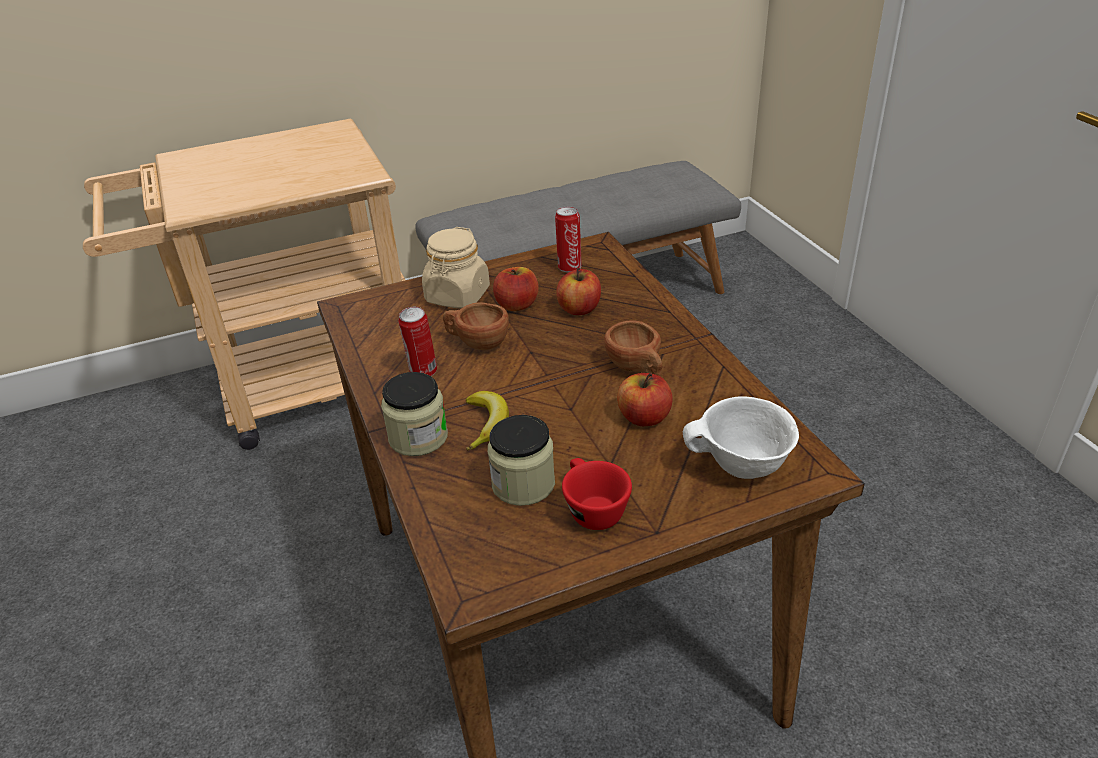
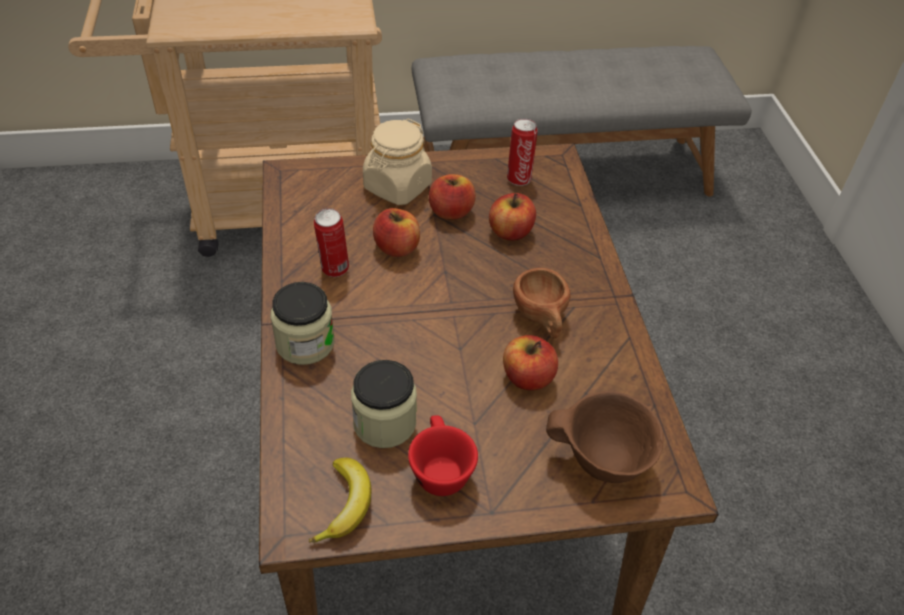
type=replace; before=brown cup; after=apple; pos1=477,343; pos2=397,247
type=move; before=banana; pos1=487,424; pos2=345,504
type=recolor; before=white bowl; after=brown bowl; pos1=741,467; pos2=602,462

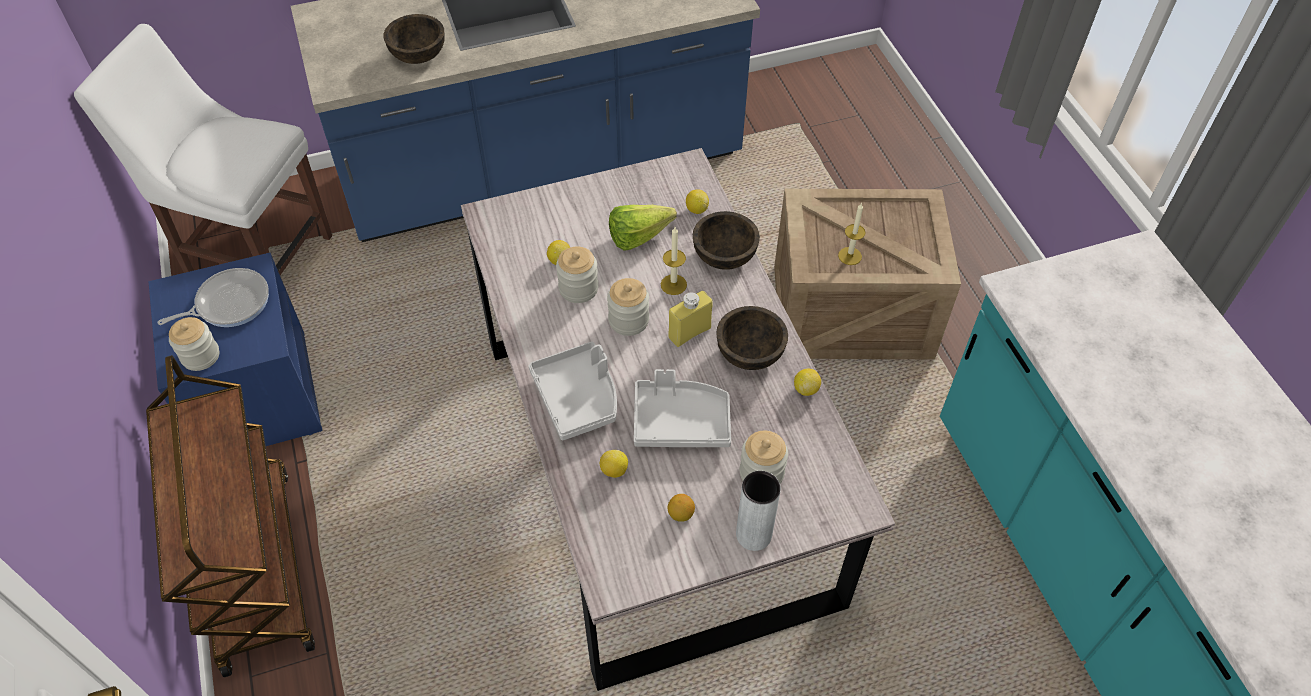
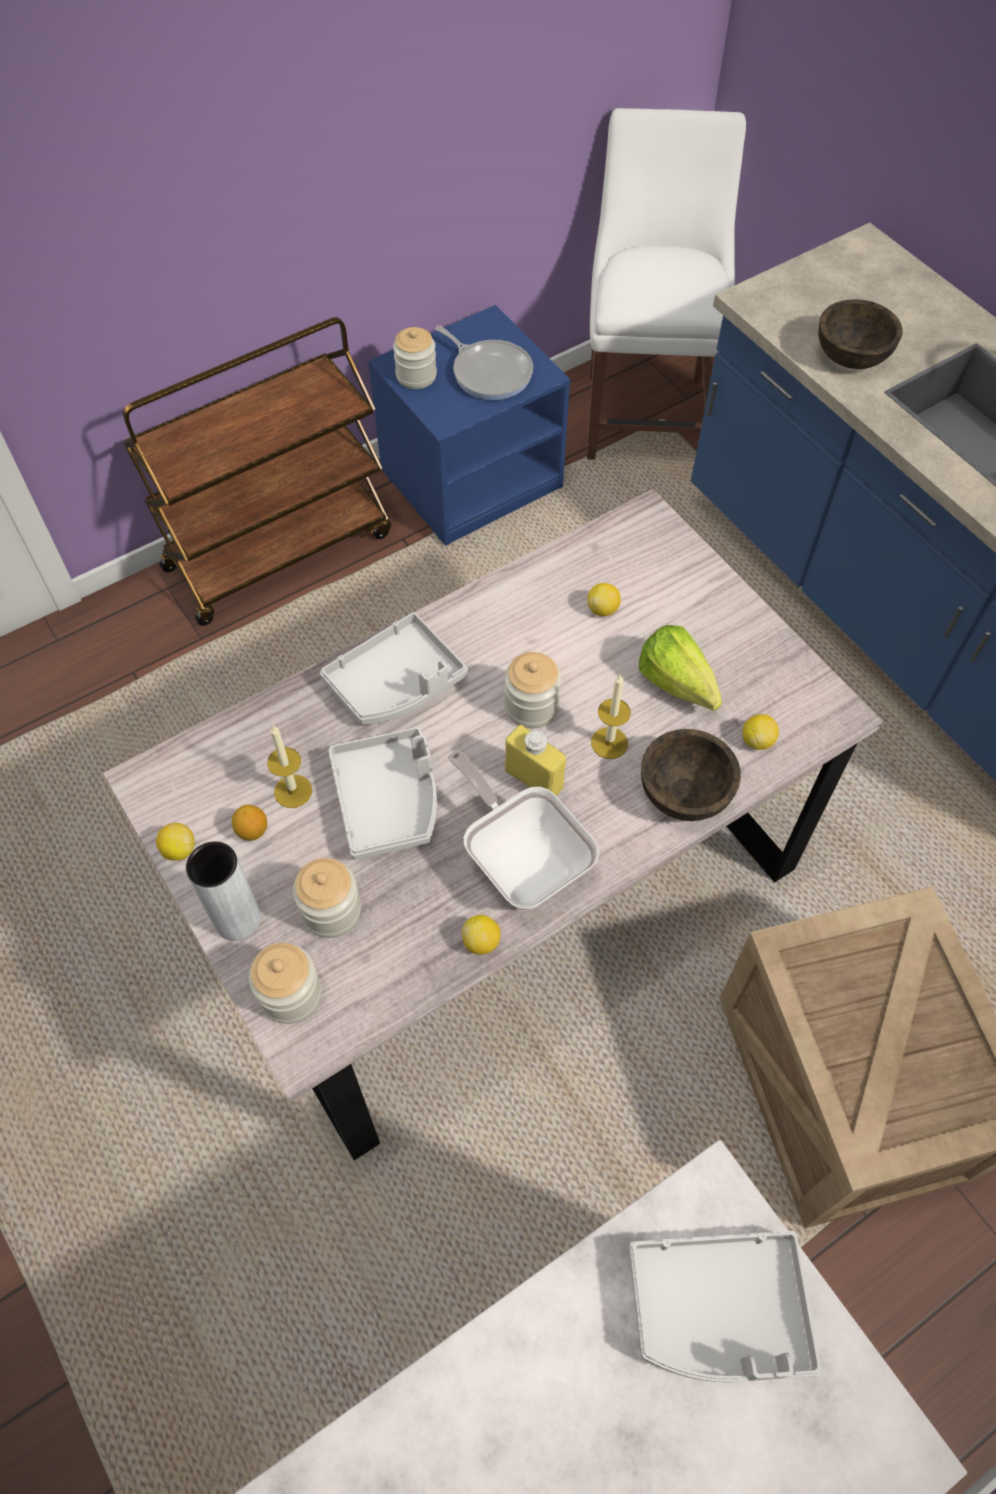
type=move; before=candle; pos1=849,256; pos2=293,791
type=move; before=jar; pos1=578,288; pos2=290,994
type=replace; before=brown bowl; after=frying pan; pos1=749,353; pos2=522,858
type=move; before=lemon; pos1=614,470; pos2=179,849
type=insert; after=grey tray; pos2=719,1310

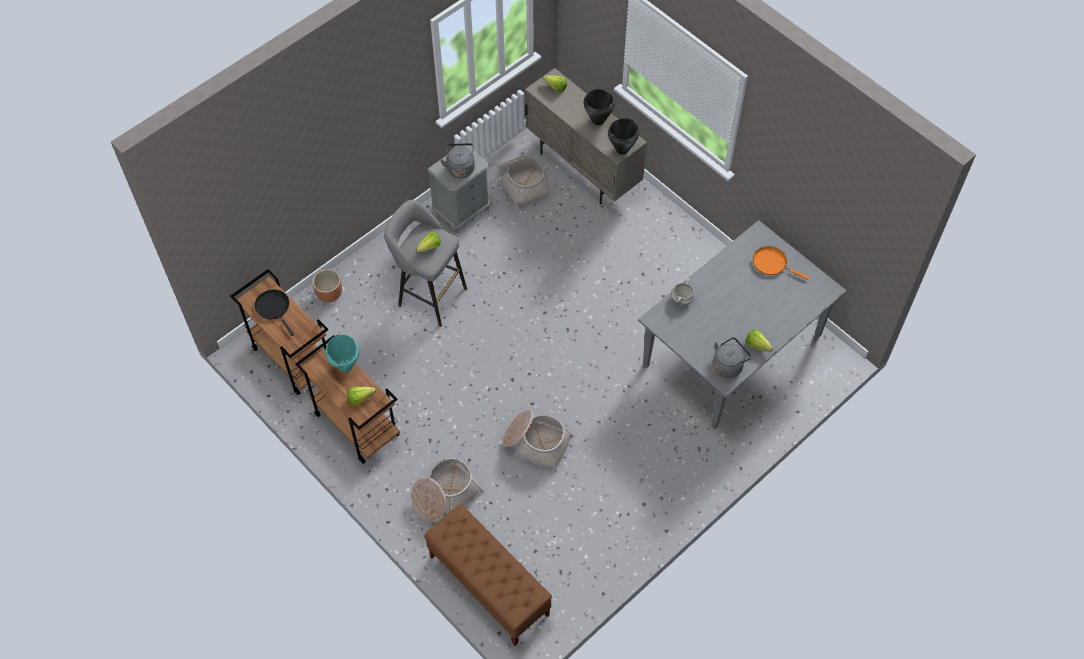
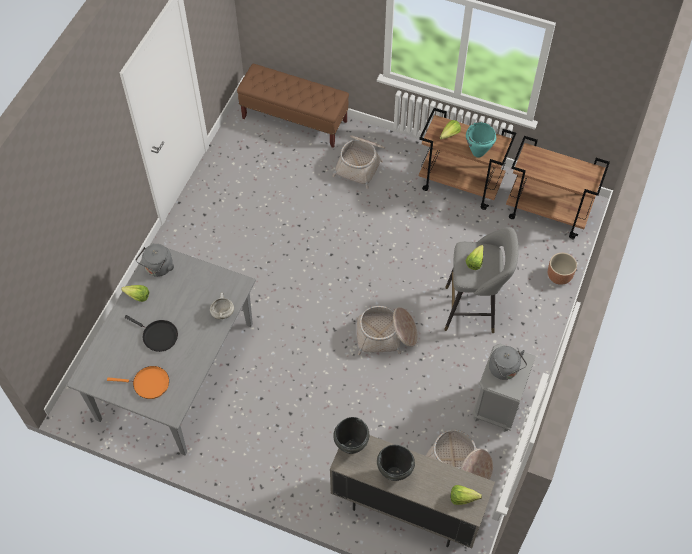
type=move; before=black frying pan; pos1=274,308; pos2=158,336
type=move; before=basket; pos1=536,443; pos2=386,335

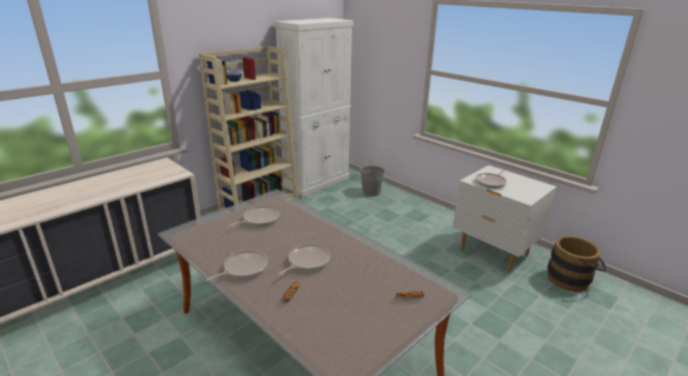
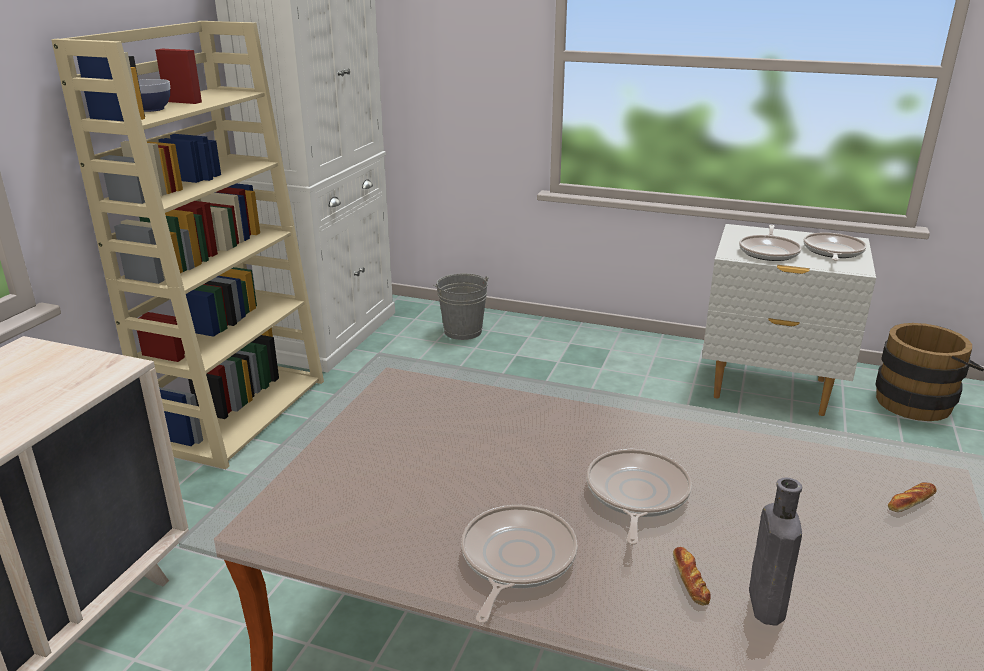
type=move; before=frying pan; pos1=259,219; pos2=832,251
type=insert; after=grey bottle; pos2=765,602

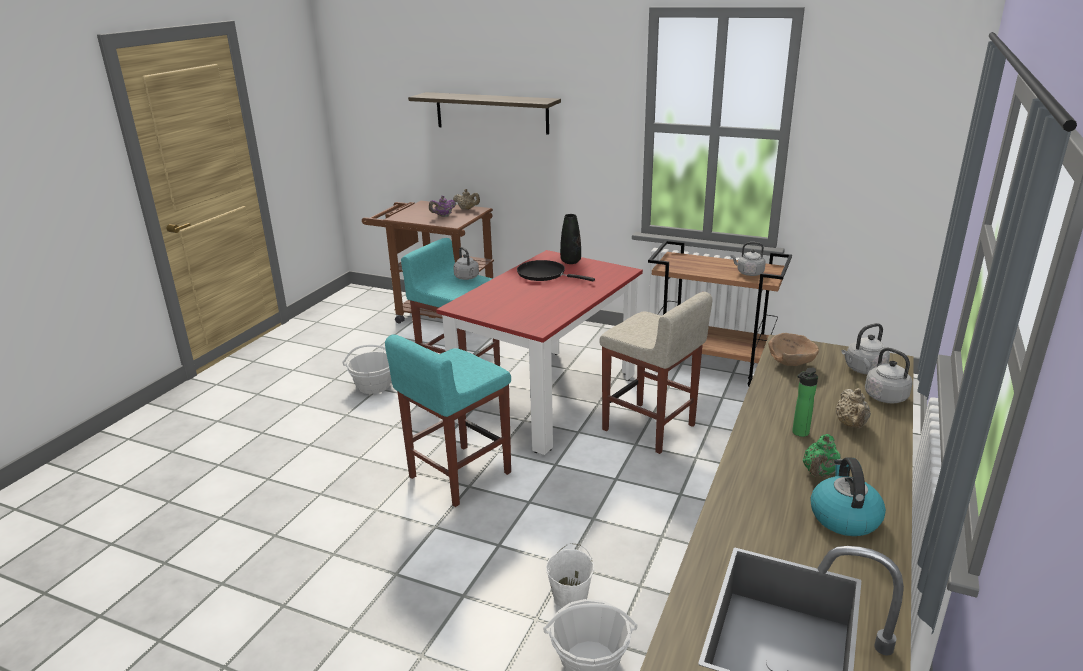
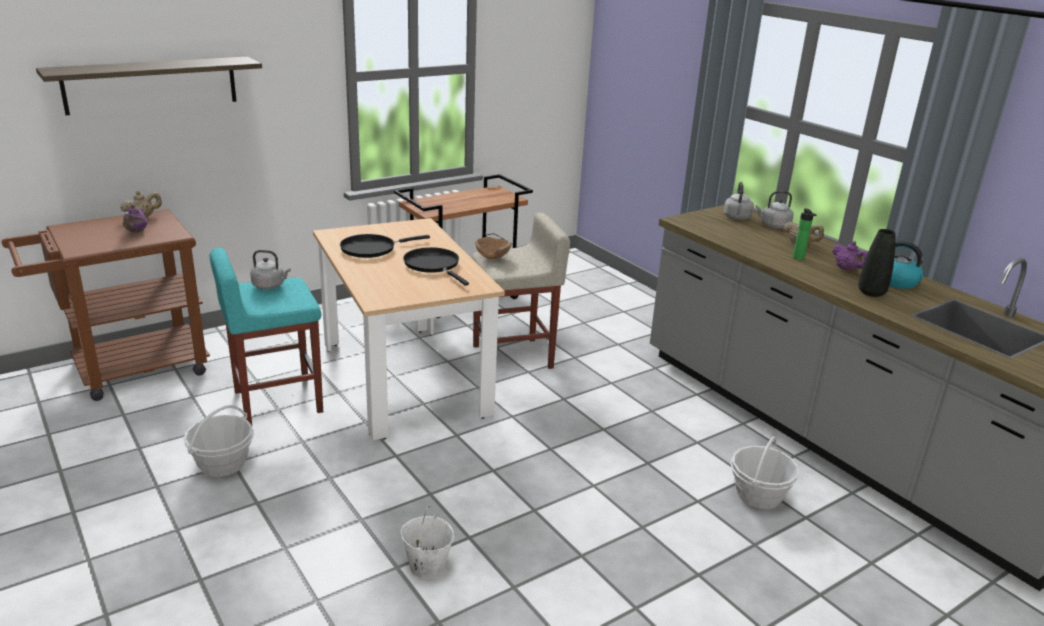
type=move; before=black vase; pos1=570,261; pos2=871,293
type=delete; before=grey kettle; pos1=748,273
type=recolor; before=red dining table; after=beige dining table; pos1=547,398; pos2=404,379
type=move; before=brown bowl; pos1=792,364; pos2=493,258
type=delete; before=turquoise stool; pos1=458,475
type=recolor; before=green teapot; after=purple teapot; pos1=819,473; pos2=847,270
type=move; before=white bucket; pos1=570,598; pos2=427,566
type=insert; after=black frying pan; pos2=433,265

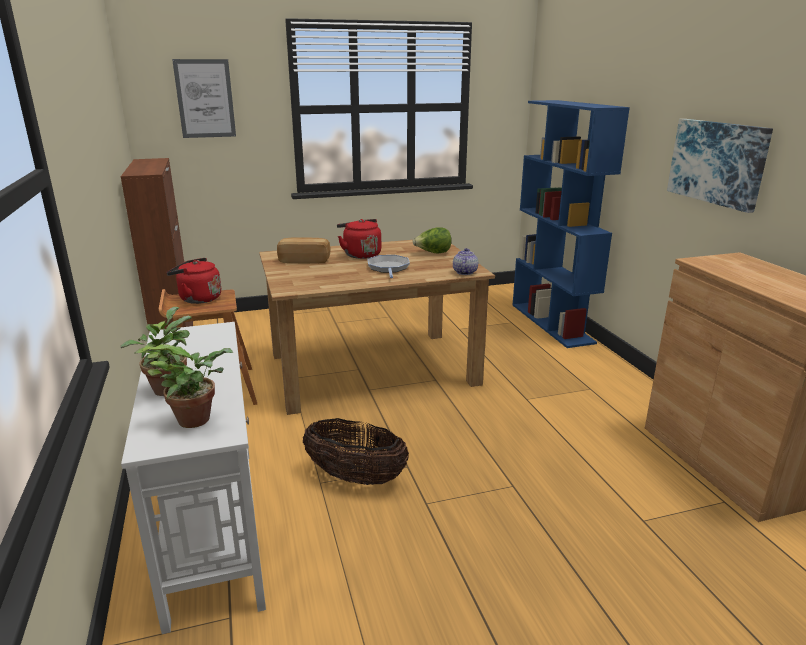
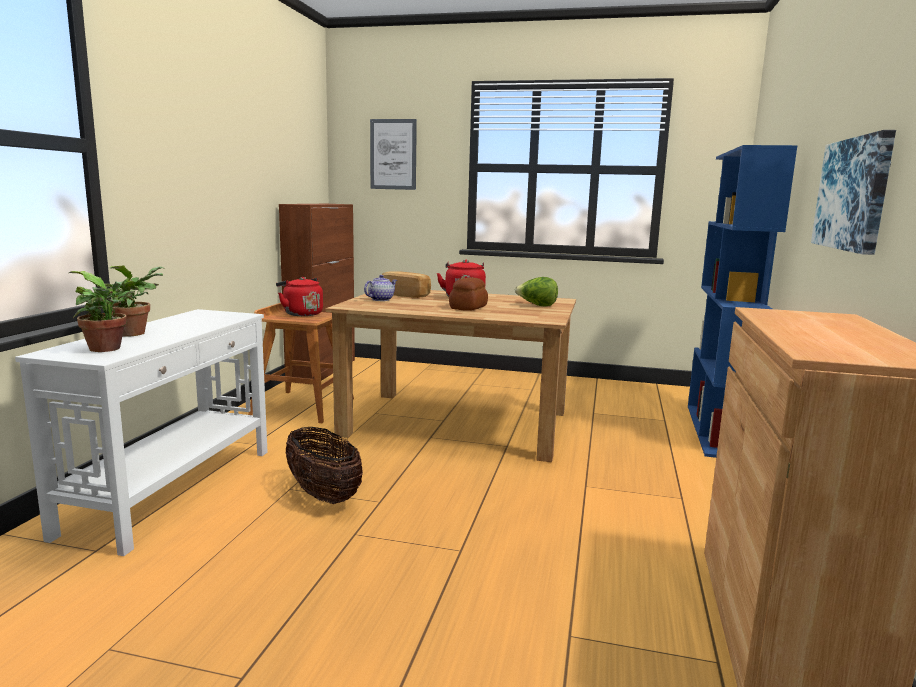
type=move; before=teapot; pos1=464,272; pos2=381,299
type=replace; before=frying pan; after=bread; pos1=388,268; pos2=467,307

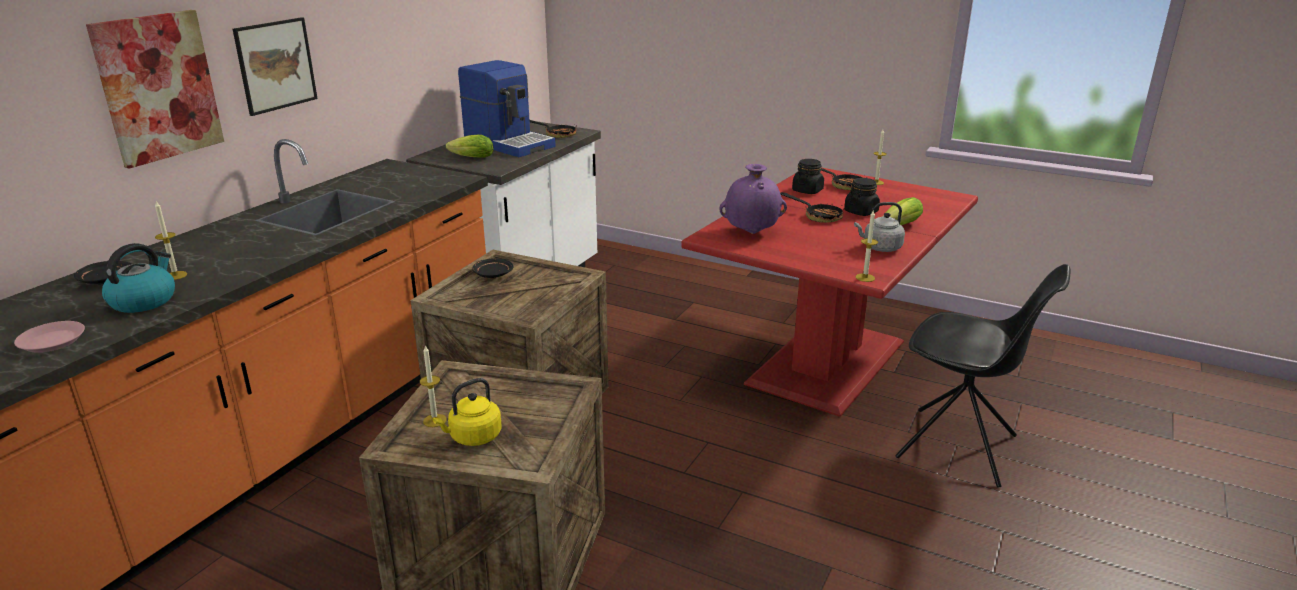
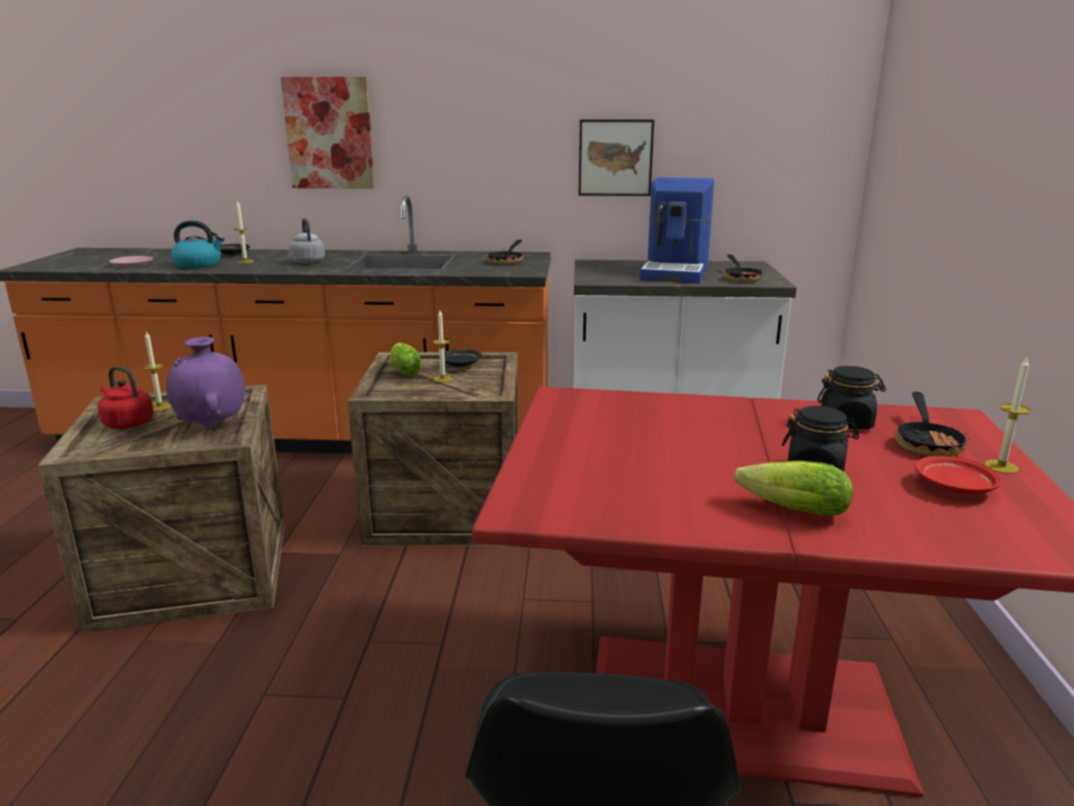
type=move; before=picture; pos1=276,65; pos2=615,158
type=move; before=lettuce; pos1=470,158; pos2=404,371
type=move; before=purple vase; pos1=752,232; pos2=212,426
type=move; before=frying pan; pos1=818,216; pos2=507,261
type=move; before=grey kettle; pos1=880,248; pos2=307,261
type=move; before=candle; pos1=865,277; pos2=443,379
type=recolor; before=yellow kettle; after=red kettle; pos1=473,437; pos2=127,423
type=insert; after=red plate; pos2=954,487

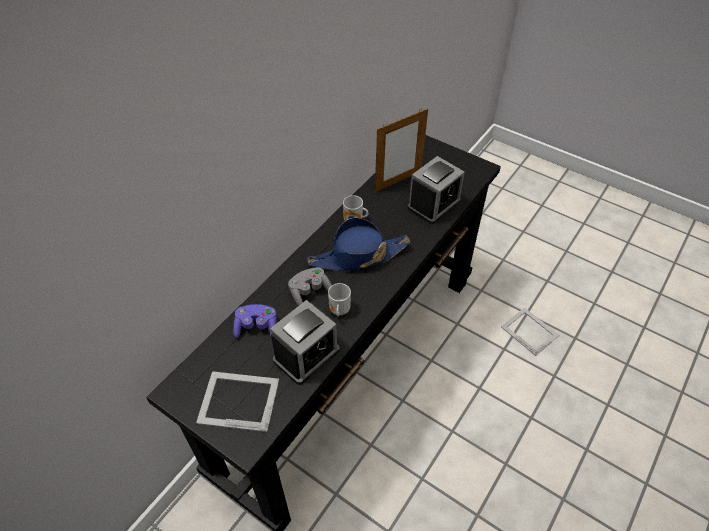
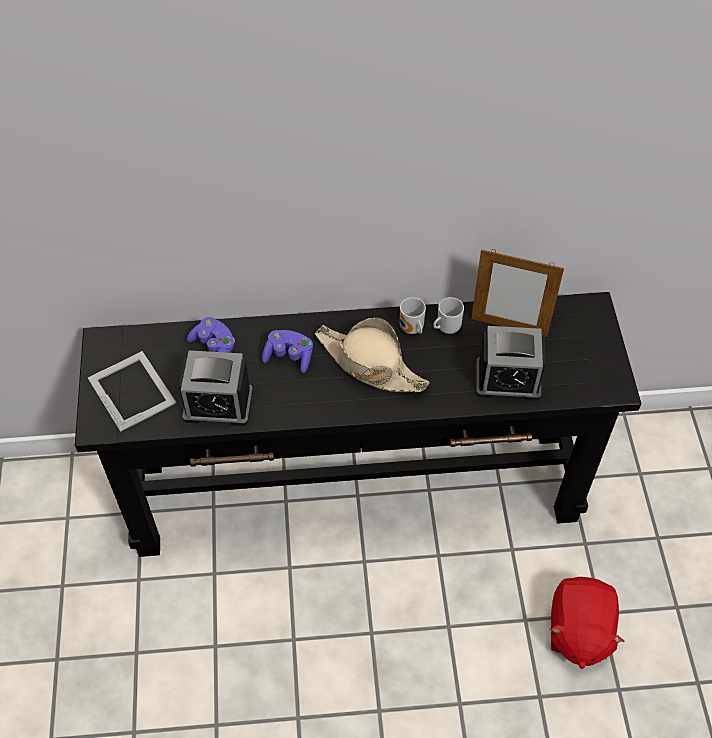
type=recolor; before=blue hat; after=beige hat; pos1=358,256; pos2=369,364
type=recolor; before=grey game controller; after=purple game controller; pos1=309,291; pos2=289,357
type=move; before=mug; pos1=338,311; pos2=446,328
type=replace; before=picture frame; after=red plush toy; pos1=529,330; pos2=578,631

